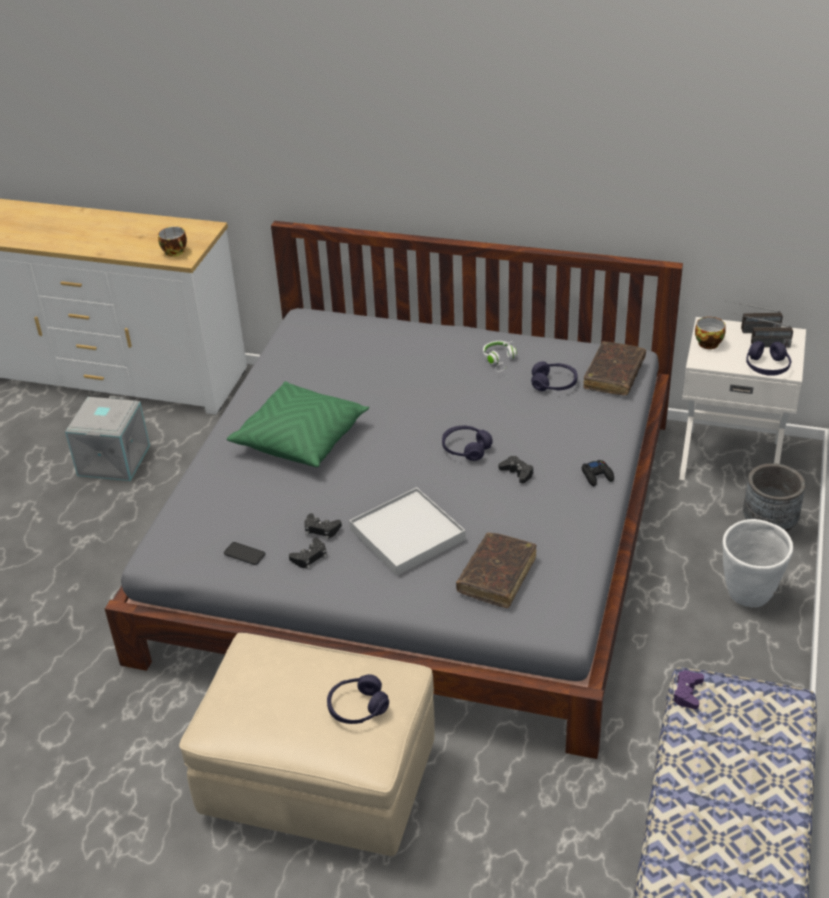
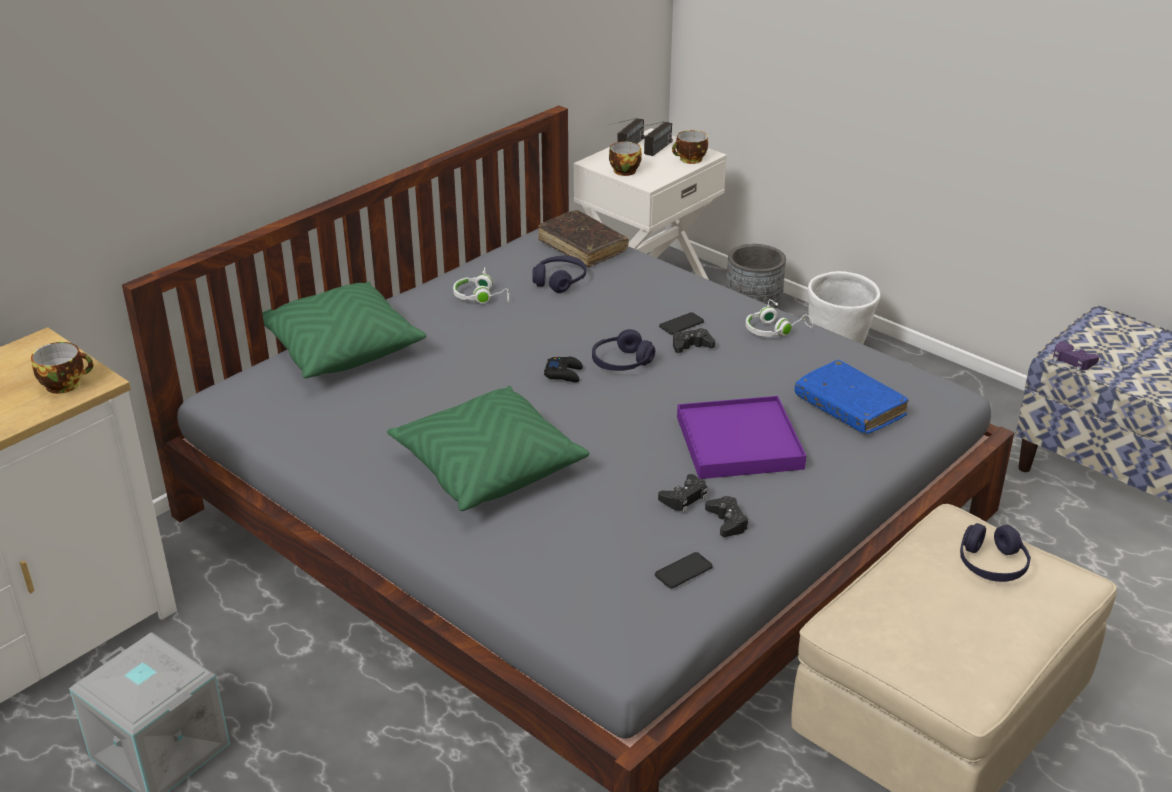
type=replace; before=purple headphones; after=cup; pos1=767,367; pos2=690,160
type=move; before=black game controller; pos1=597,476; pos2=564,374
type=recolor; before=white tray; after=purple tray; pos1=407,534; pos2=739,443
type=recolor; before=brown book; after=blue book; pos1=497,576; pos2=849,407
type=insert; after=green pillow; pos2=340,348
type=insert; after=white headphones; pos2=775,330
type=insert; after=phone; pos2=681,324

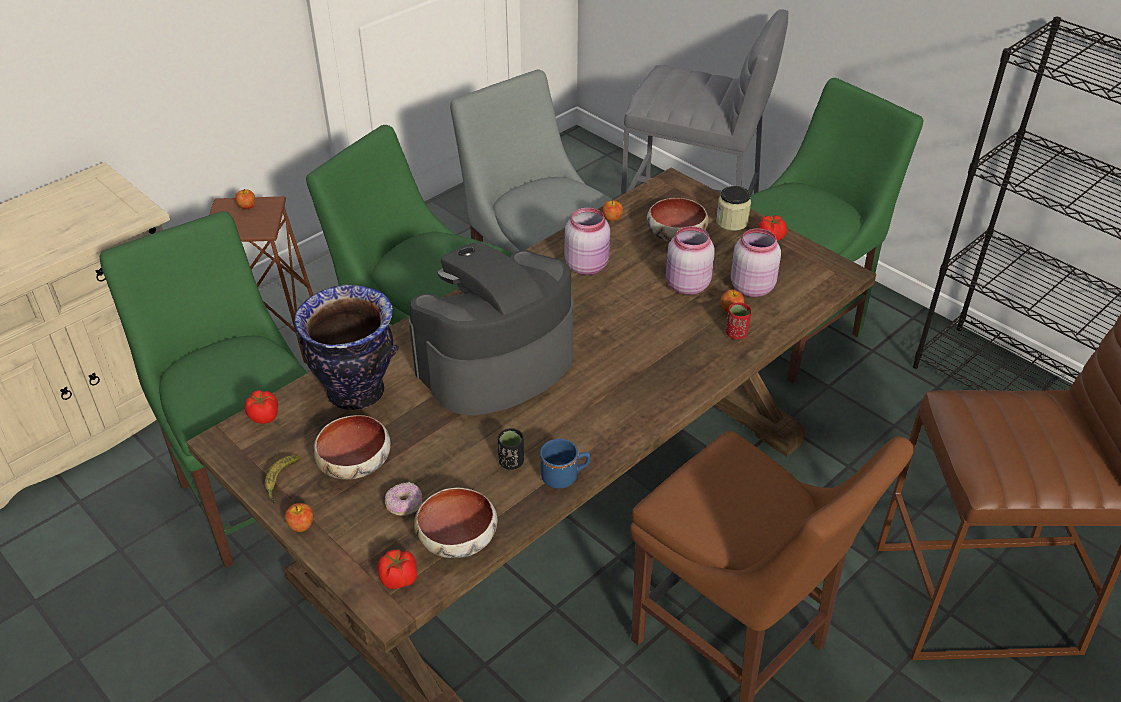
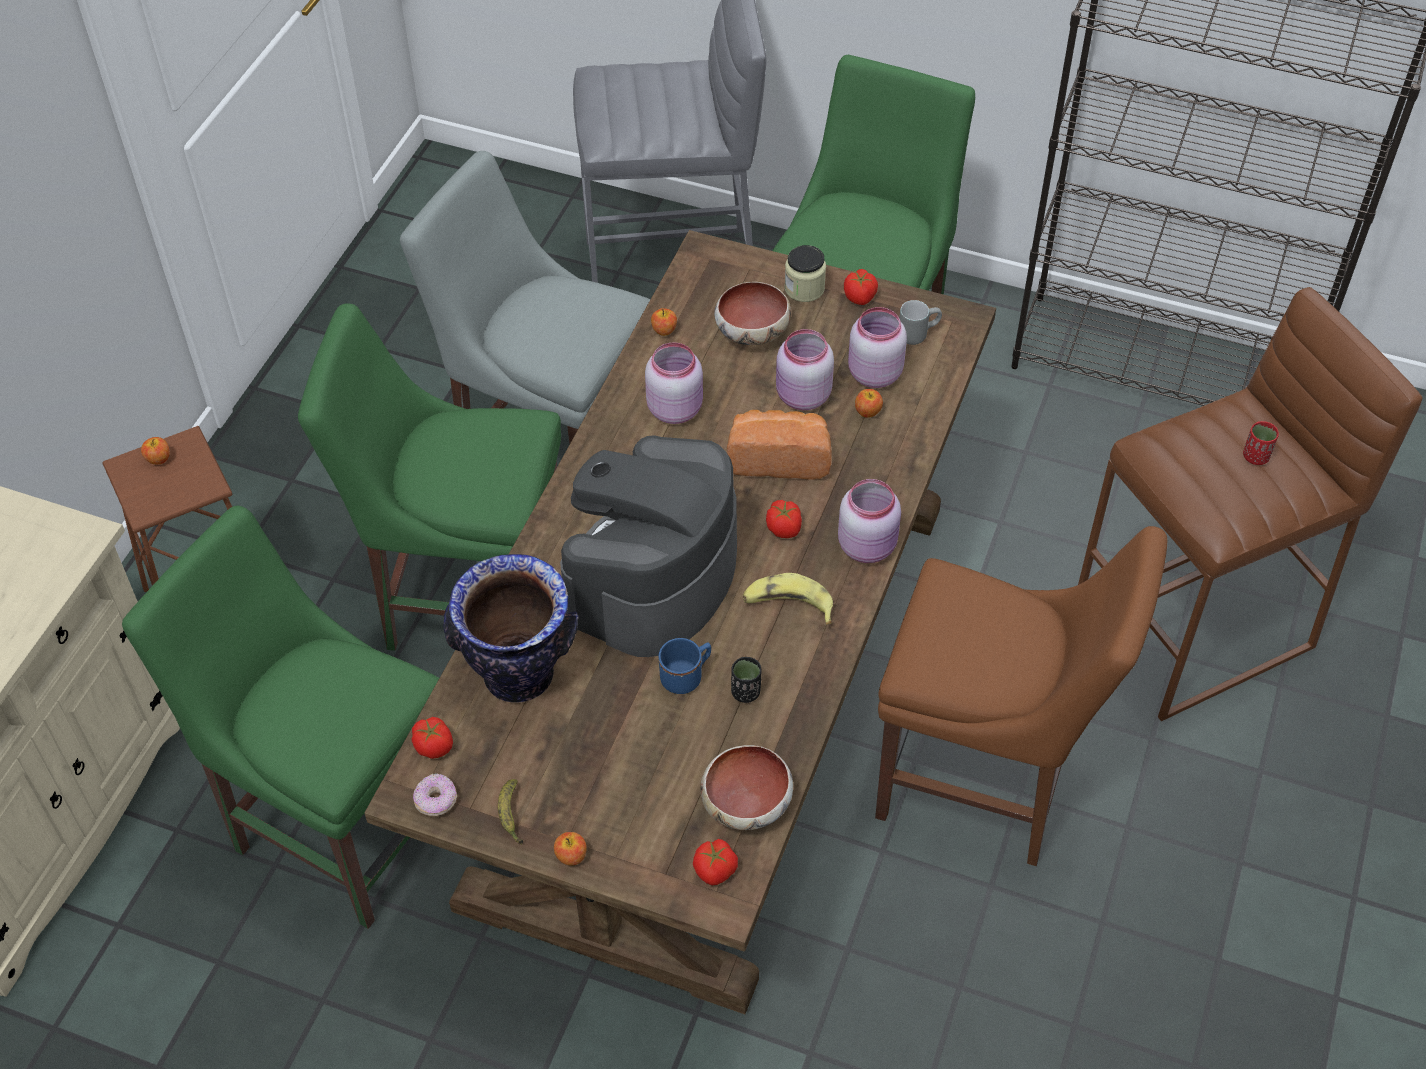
type=move; before=red cup; pos1=736,334; pos2=1256,457
type=delete; before=bowl; pos1=355,463
type=move; before=blue mug; pos1=565,476; pos2=686,676
type=move; before=donut; pos1=404,505; pos2=436,801
type=insert; after=grey mug; pos2=917,333
type=insert; after=bread; pos2=779,457
type=insert; after=pink jar; pos2=868,546
type=insert; after=tomato; pos2=784,528
type=insert; after=banana; pos2=788,605

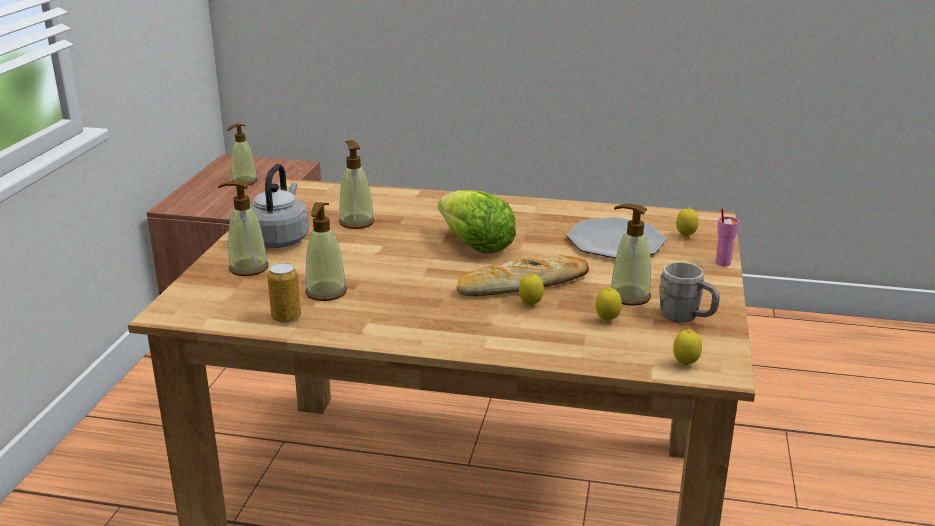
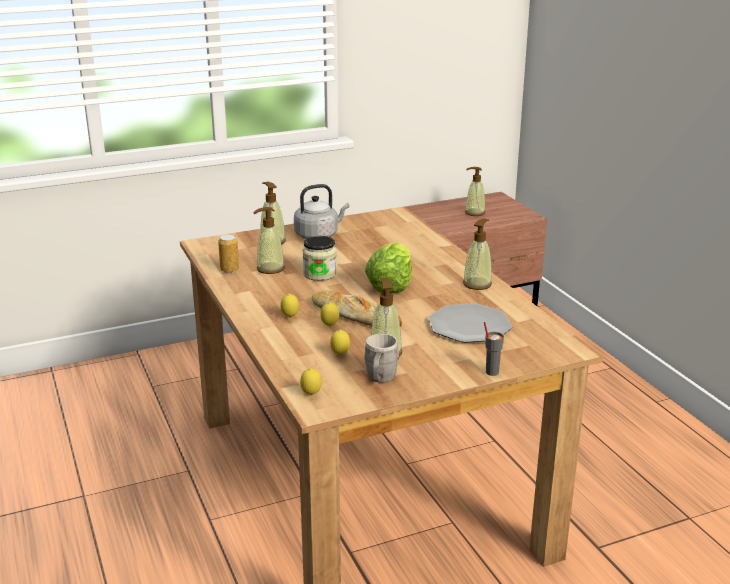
type=move; before=soap dispenser; pos1=356,222; pos2=477,284
type=move; before=lemon; pos1=685,236; pos2=290,317
type=recolor; before=pink cup; after=grey cup; pos1=722,263; pos2=491,372
type=insert; after=jar; pos2=320,274

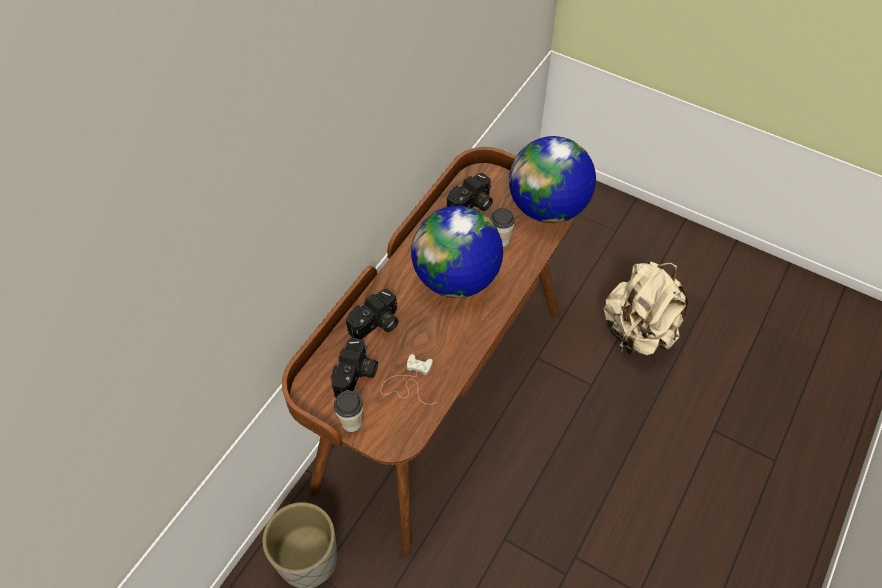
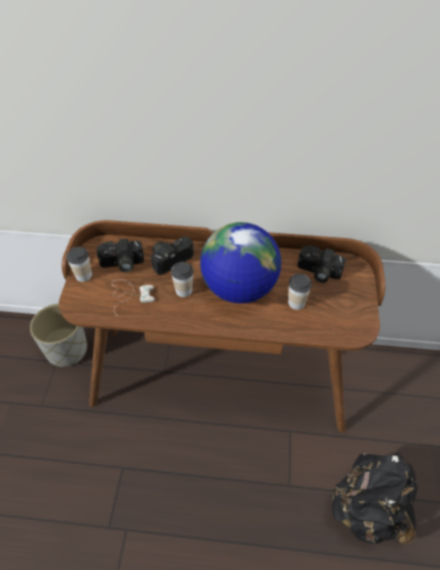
type=delete; before=globe; pos1=547,208
type=recolor; before=beige backpack; after=black backpack; pos1=638,332; pos2=368,509
type=rotate; before=photo camera; pos1=376,325; pos2=170,258; turn=120
type=insert; after=cup; pos2=184,290

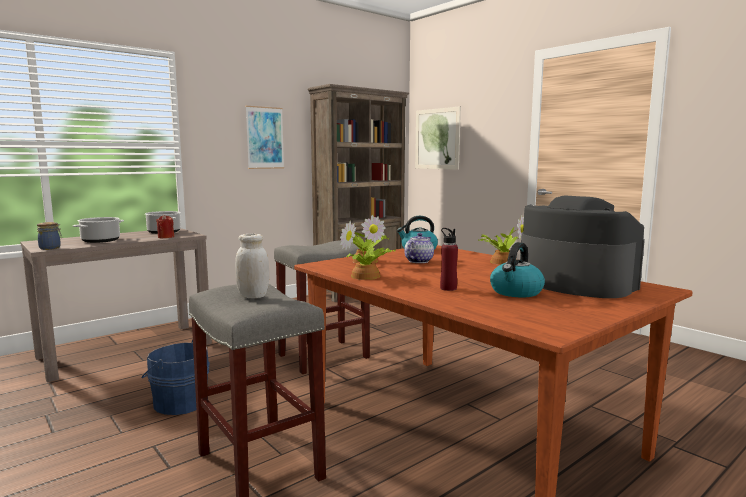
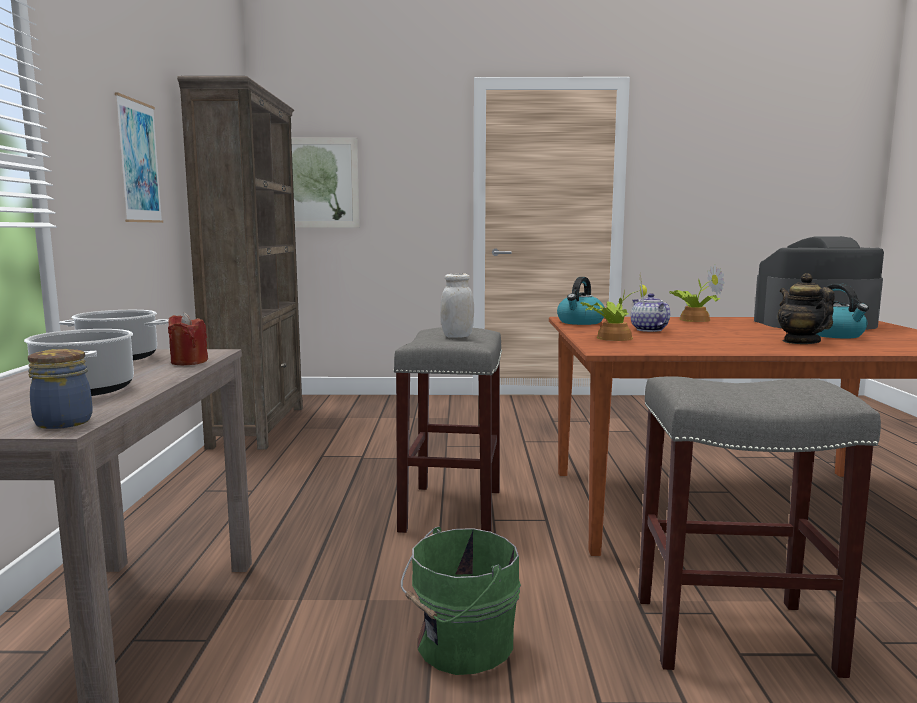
type=delete; before=potted plant; pos1=366,276
type=replace; before=red bottle; after=teapot; pos1=448,288; pos2=801,342
type=move; before=white jar; pos1=253,296; pos2=457,336
type=recolor; before=blue bucket; after=green bucket; pos1=179,402; pos2=460,646

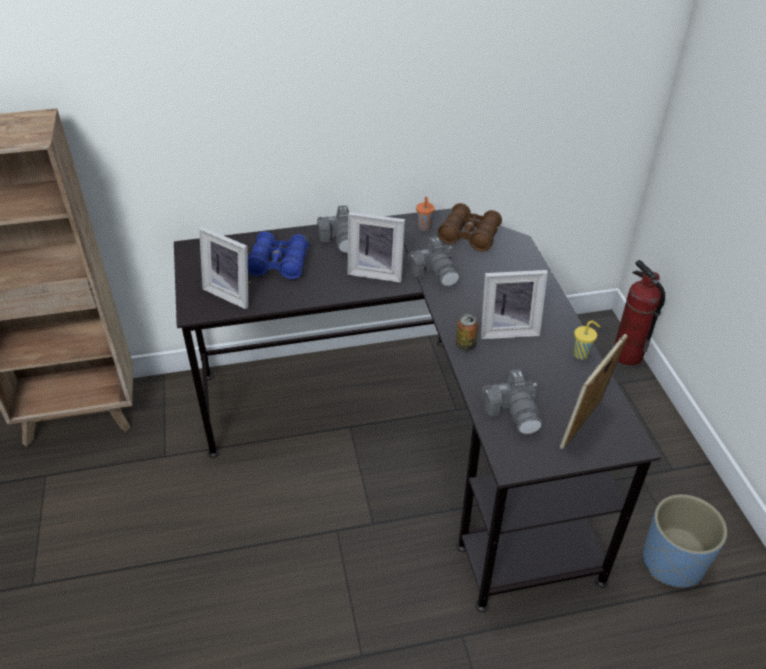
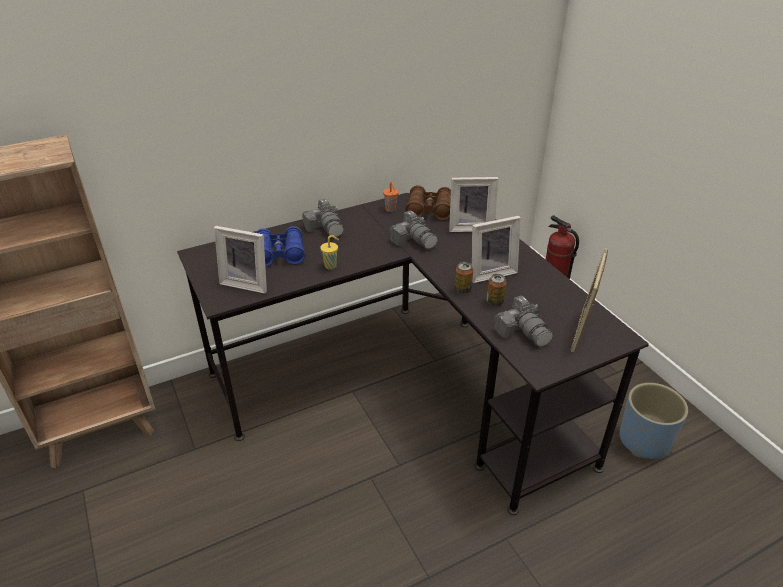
type=move; before=picture frame; pos1=376,271; pos2=470,226
type=move; before=yellow cup; pos1=581,354; pos2=331,266
type=insert; after=can; pos2=494,302

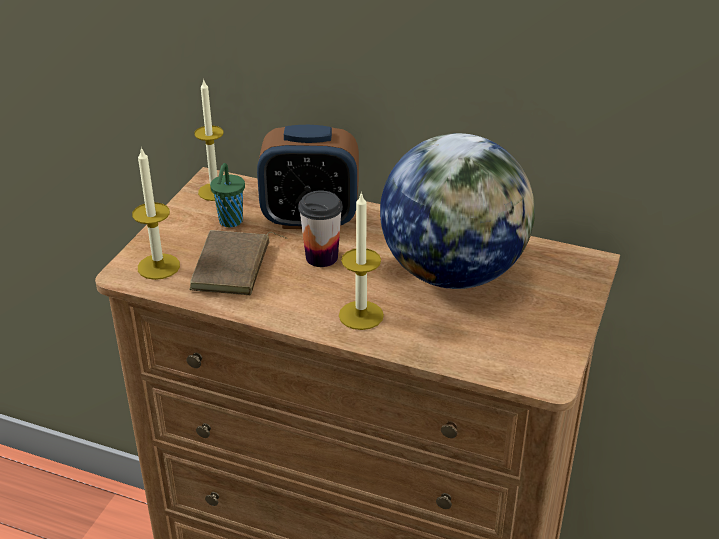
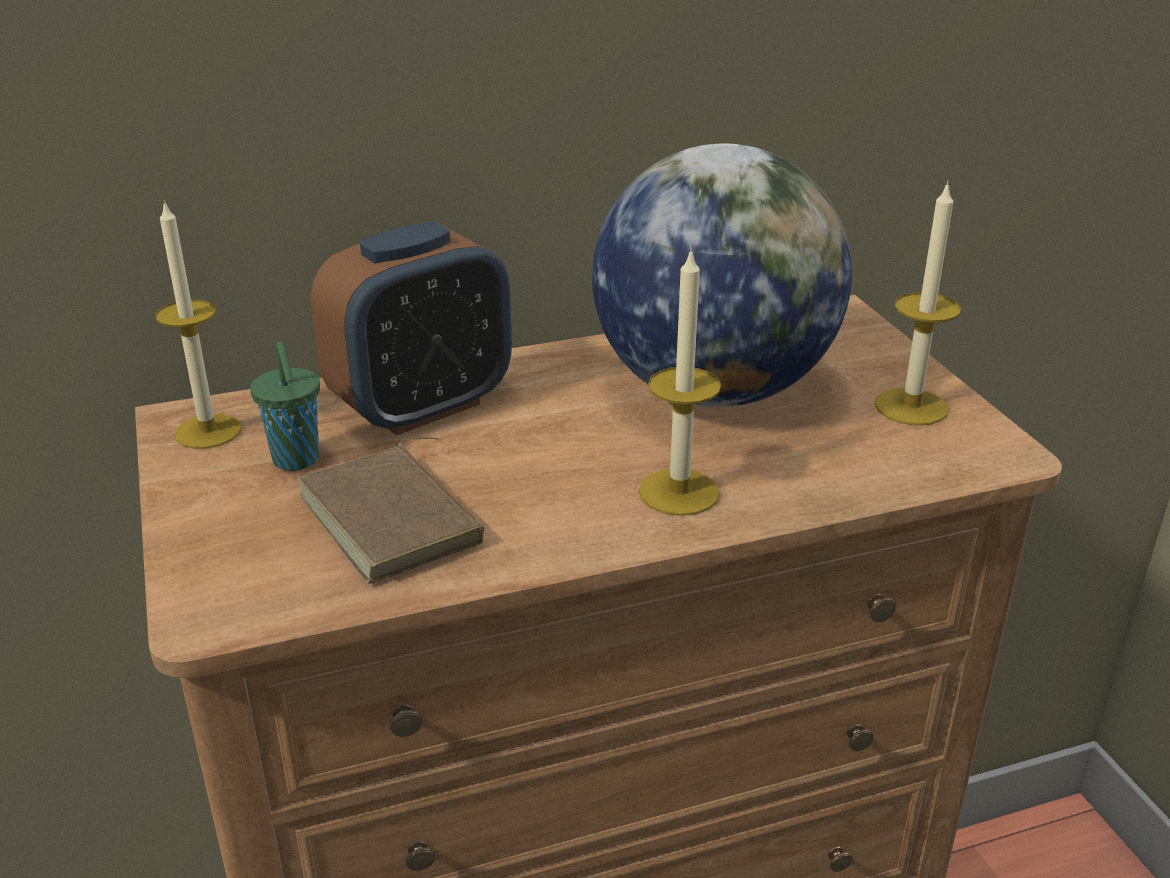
type=move; before=candle; pos1=158,266; pos2=911,406
type=delete; before=cup; pos1=321,257

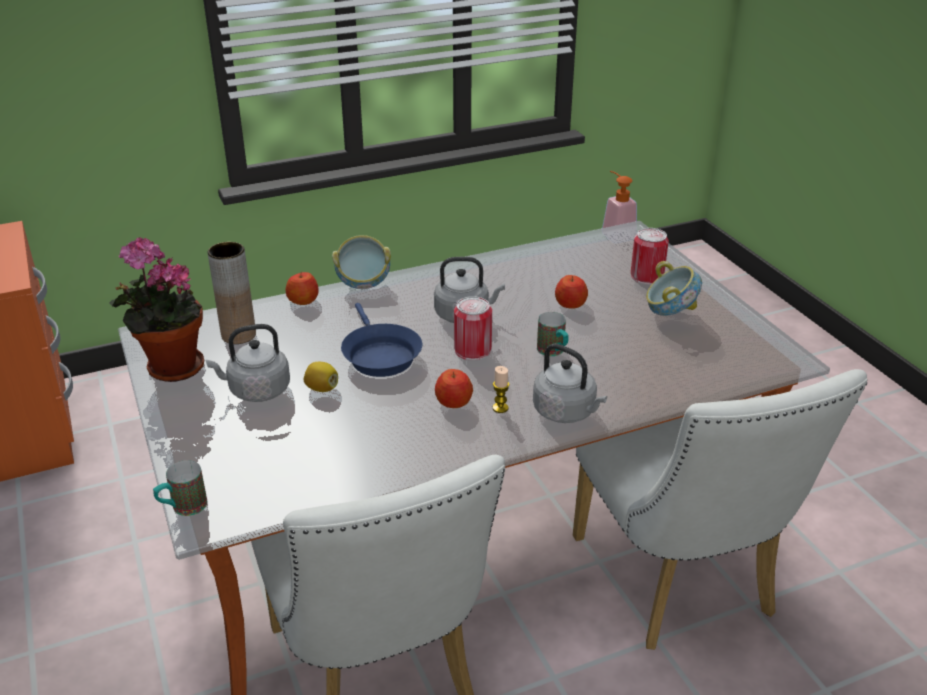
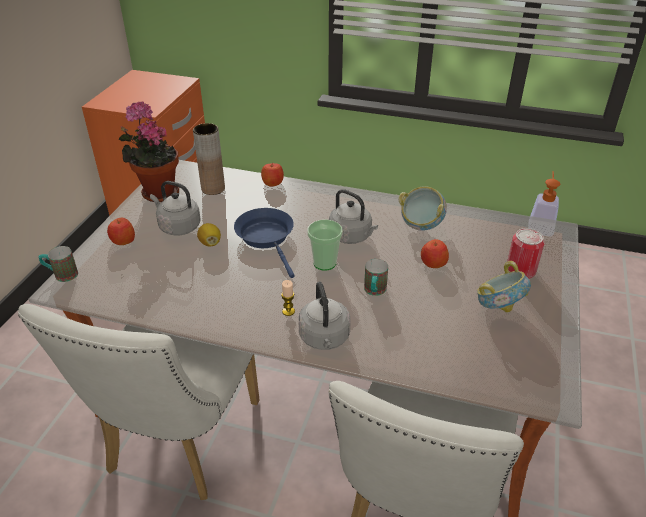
type=move; before=bowl; pos1=363,285; pos2=420,226
type=replace; before=can; after=cup; pos1=472,350; pos2=324,263
type=rotate; before=blue frying pan; pos1=379,355; pos2=267,238; turn=135
type=move; before=apple; pos1=454,402; pos2=123,241

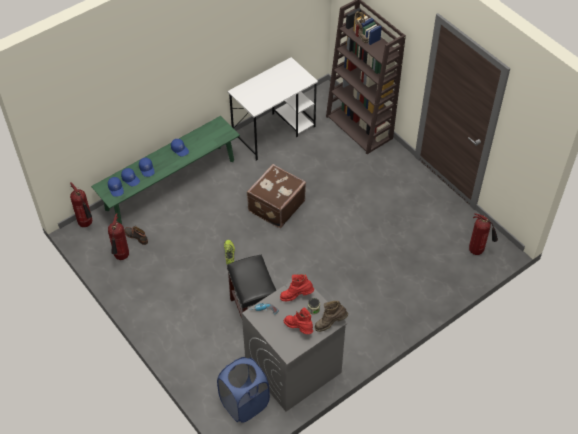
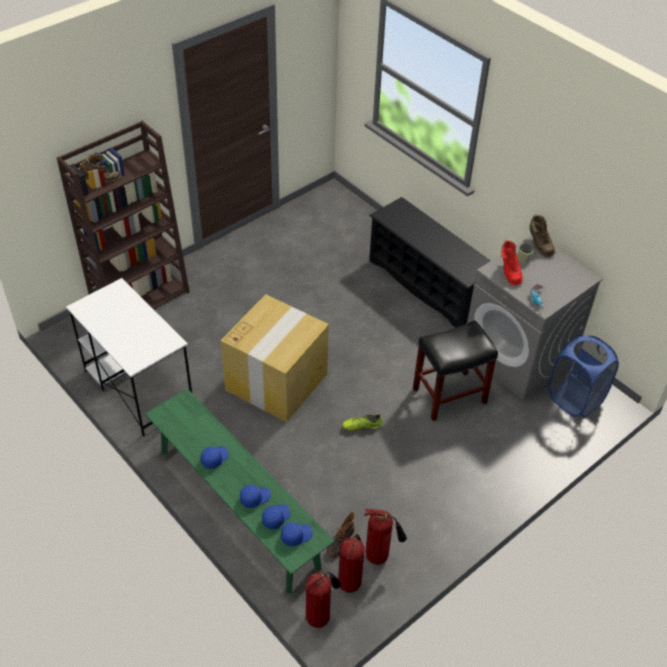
type=replace; before=brown suitcase; after=cardboard box; pos1=275,206; pos2=277,381
type=move; before=fire extinguisher; pos1=478,251; pos2=350,581
type=delete; before=red boot; pos1=299,328
type=insert; after=black shoe rack; pos2=427,285

